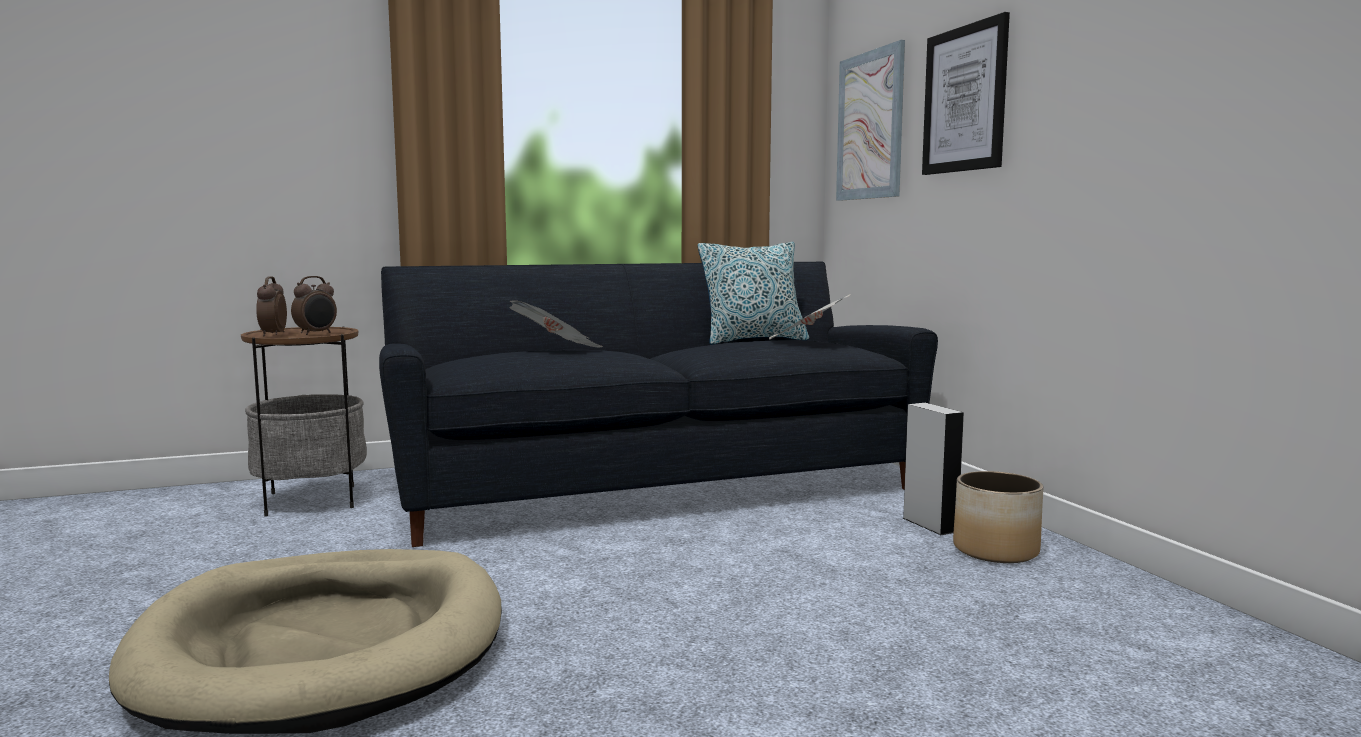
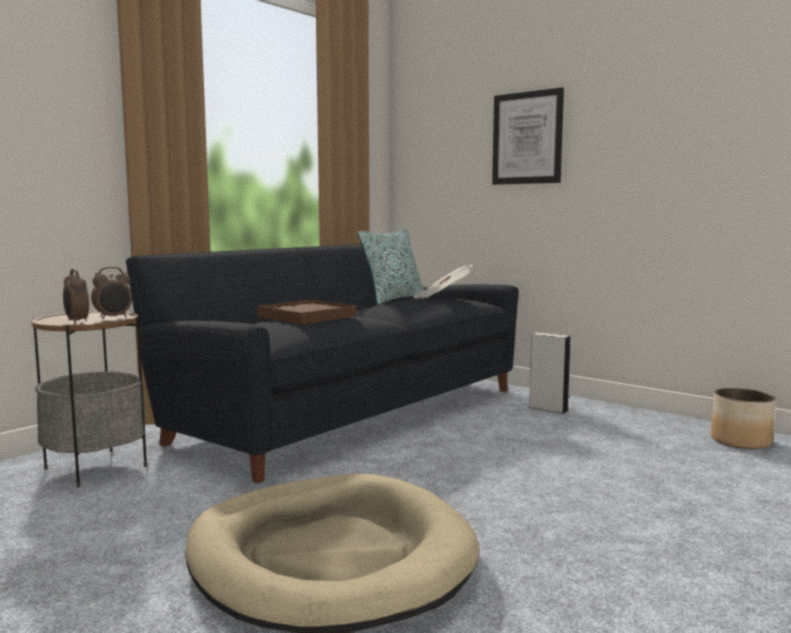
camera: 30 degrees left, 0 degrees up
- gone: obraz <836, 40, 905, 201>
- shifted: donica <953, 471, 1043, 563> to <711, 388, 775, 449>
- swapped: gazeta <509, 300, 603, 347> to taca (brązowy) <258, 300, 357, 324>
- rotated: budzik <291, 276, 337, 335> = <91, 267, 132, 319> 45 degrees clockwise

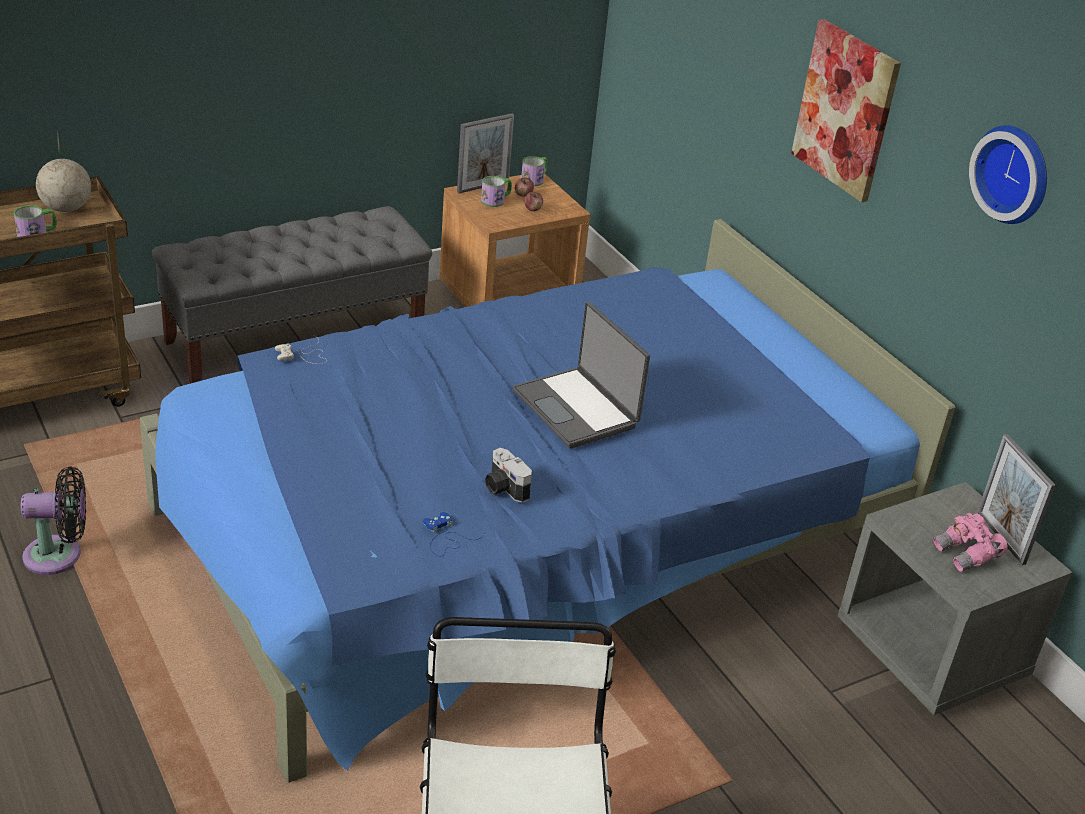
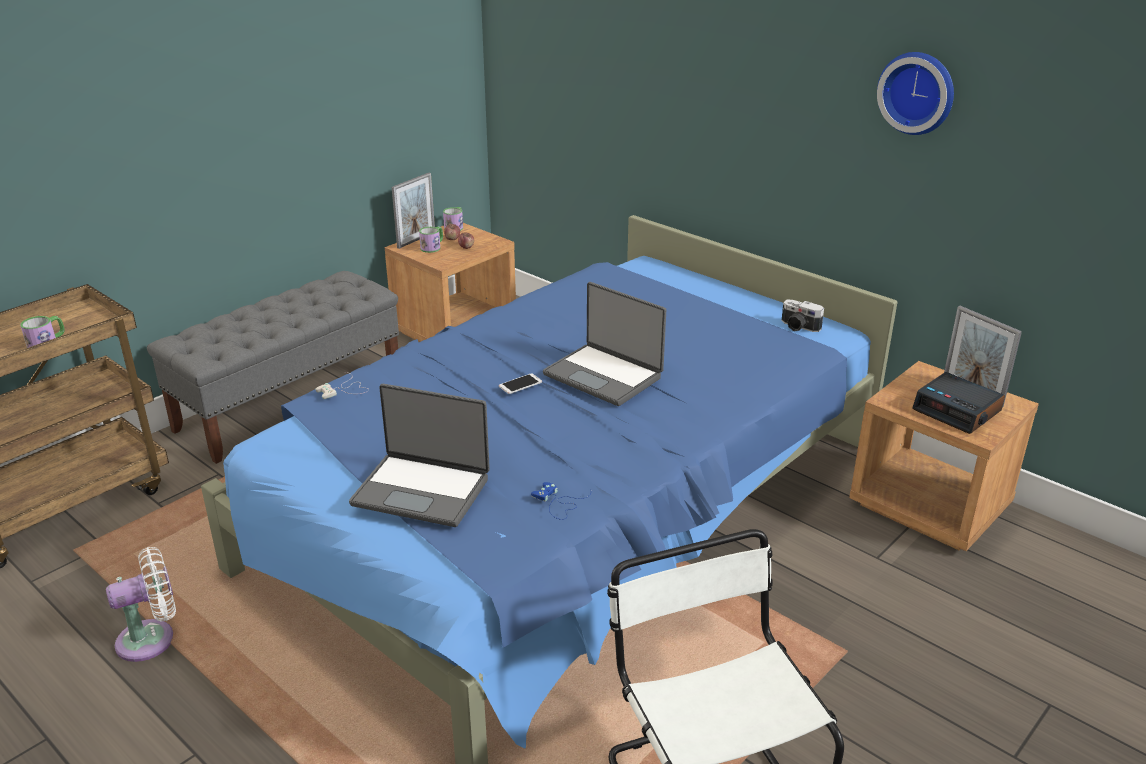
camera: 15 degrees left, 5 degrees down
- gone: globus <36, 129, 91, 212>
- gone: obraz <791, 19, 901, 203>
- new: laptop <349, 384, 490, 527>
- new: telefon <499, 373, 542, 394>
- shifted: aparat fotograficzny <485, 448, 532, 503> to <782, 300, 824, 332>
- swapped: lornetka (różowy) <933, 513, 1008, 572> to budzik <913, 372, 1005, 434>
- repainted: wentylator (czarny) <21, 466, 86, 575> to wentylator (biały) <106, 547, 176, 662>
- repainted: szafka nocna (szary) <838, 482, 1073, 715> to szafka nocna (brązowy) <849, 361, 1039, 551>

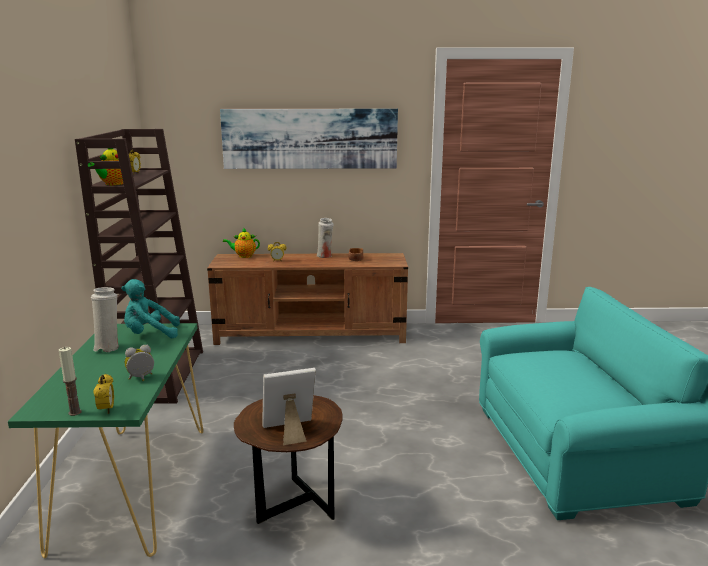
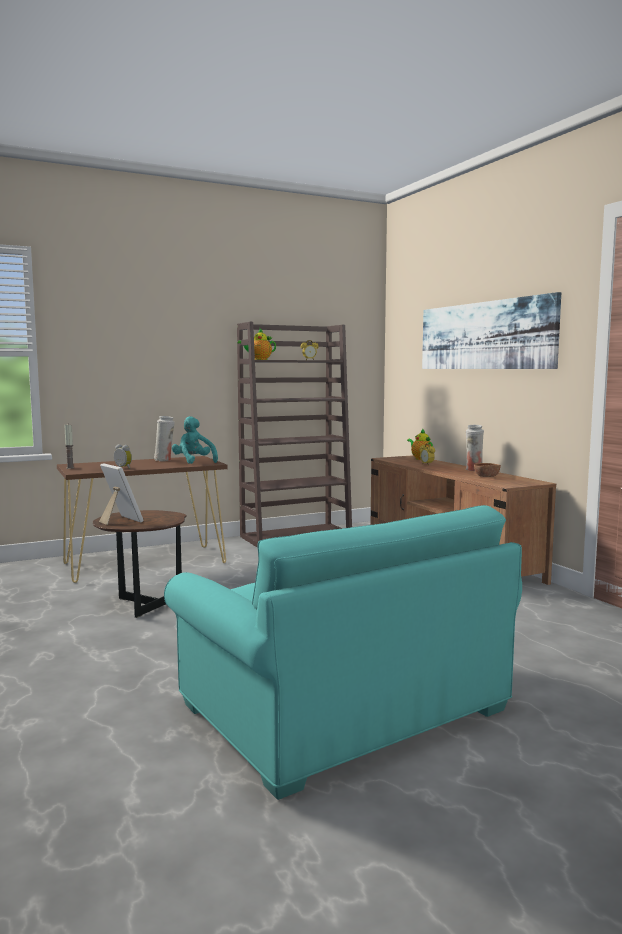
camera: 65 degrees right, 10 degrees down
- gone: budzik <93, 374, 114, 414>
- repainted: stolik konsolowy (zielony) <8, 323, 203, 559> to stolik konsolowy (brązowy) <57, 456, 228, 583>

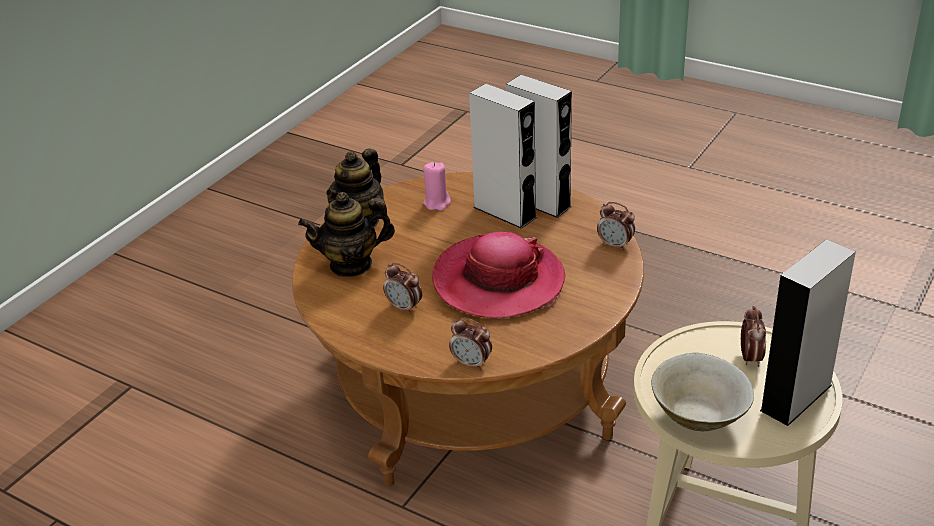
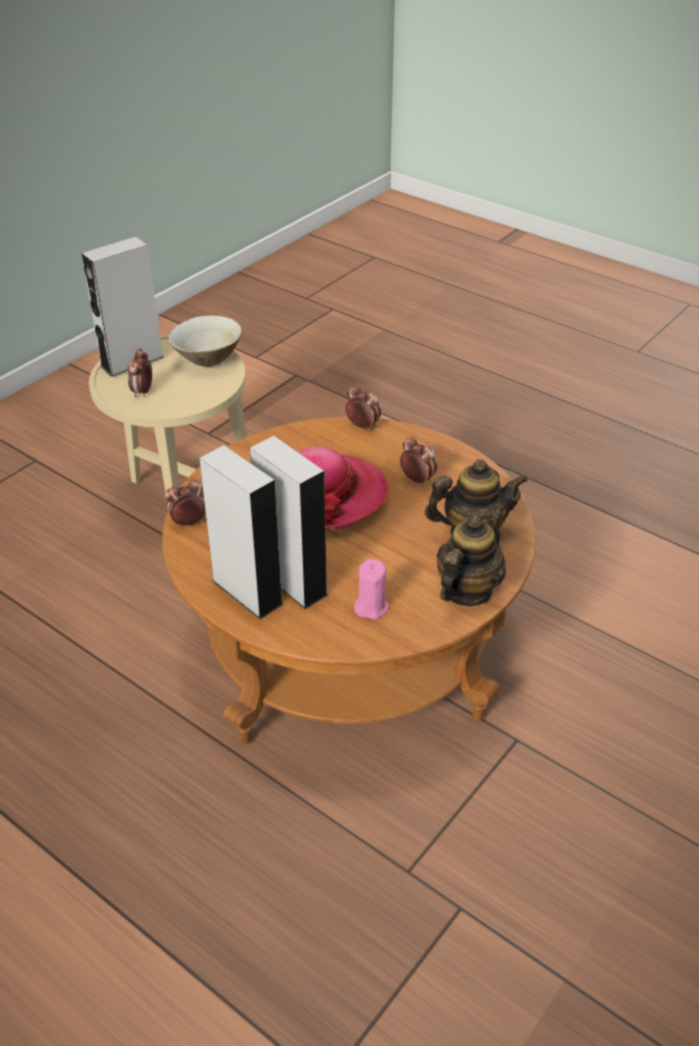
camera: 175 degrees left, 5 degrees up
- rotated: budzik <597, 202, 635, 251> = <165, 479, 206, 528> 60 degrees counterclockwise

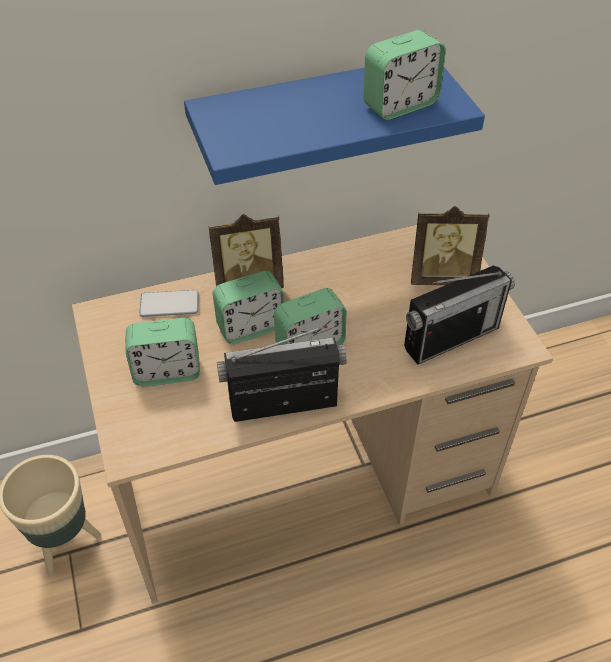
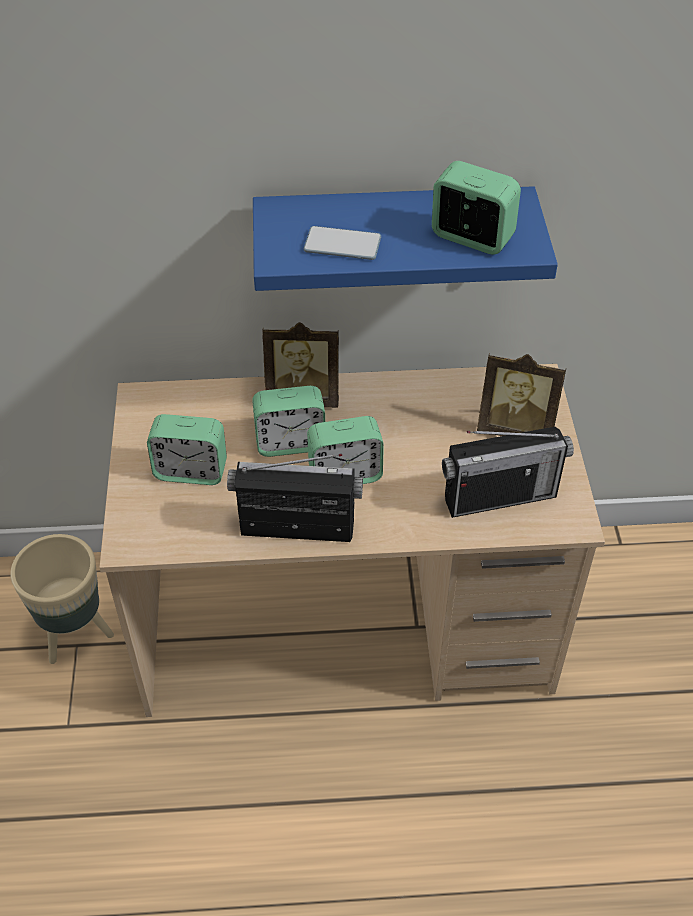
camera: 15 degrees right, 0 degrees up
- shifted: telefon <139, 290, 198, 317> to <304, 226, 381, 260>
- rotated: budzik <364, 30, 446, 120> = <432, 161, 521, 255> 135 degrees counterclockwise

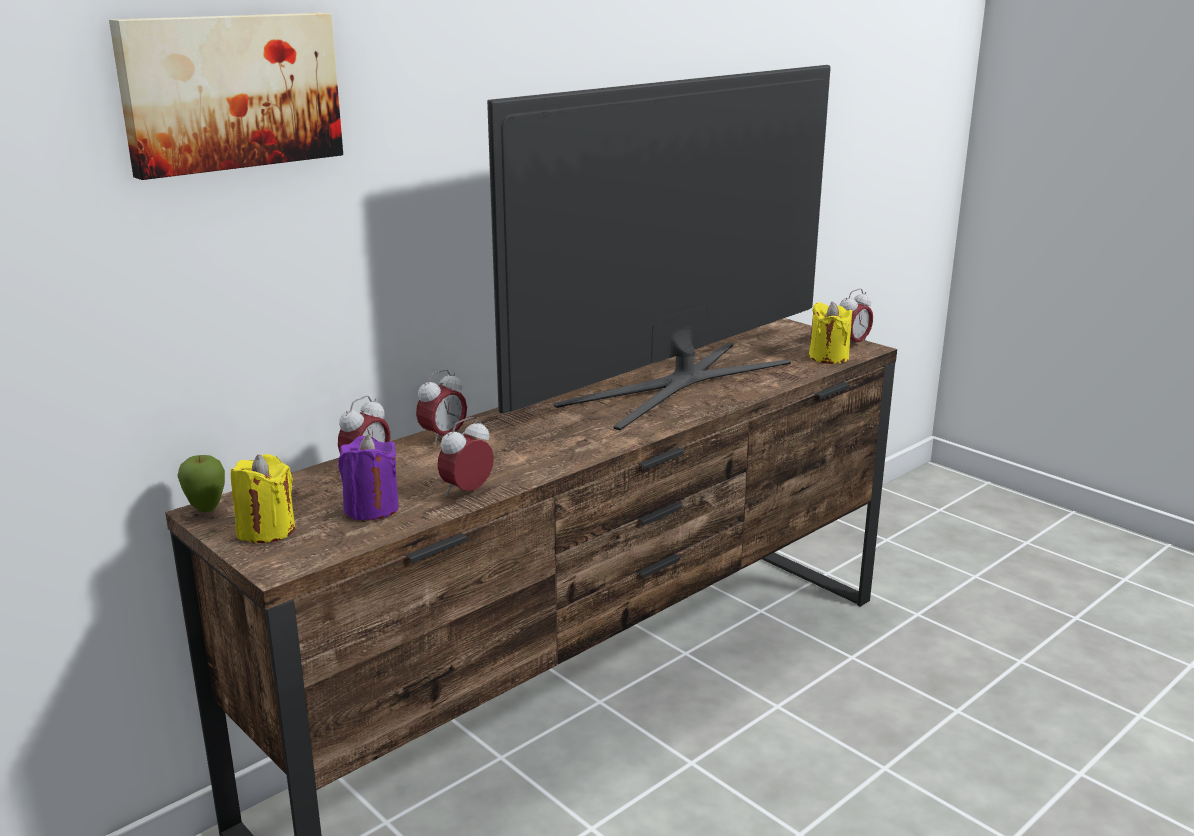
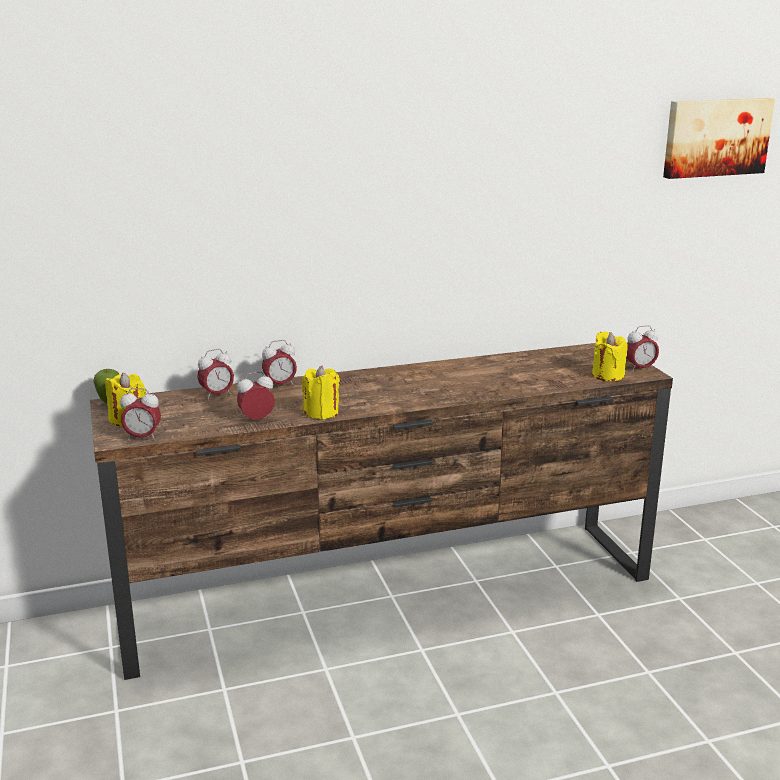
camera: 25 degrees right, 0 degrees up
- gone: świeca (fioletowy) <338, 435, 399, 520>
- gone: telewizor <487, 65, 831, 430>
- new: budzik <120, 388, 161, 441>
- new: świeca (żółty) <302, 365, 340, 419>
- shifted: obraz <109, 13, 343, 180> to <663, 98, 775, 179>

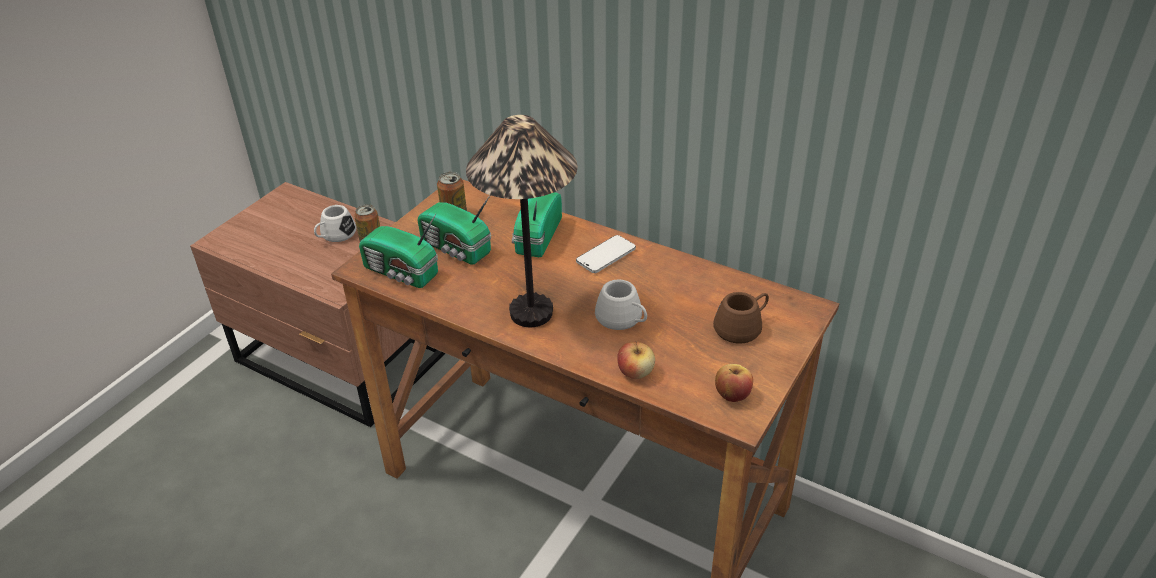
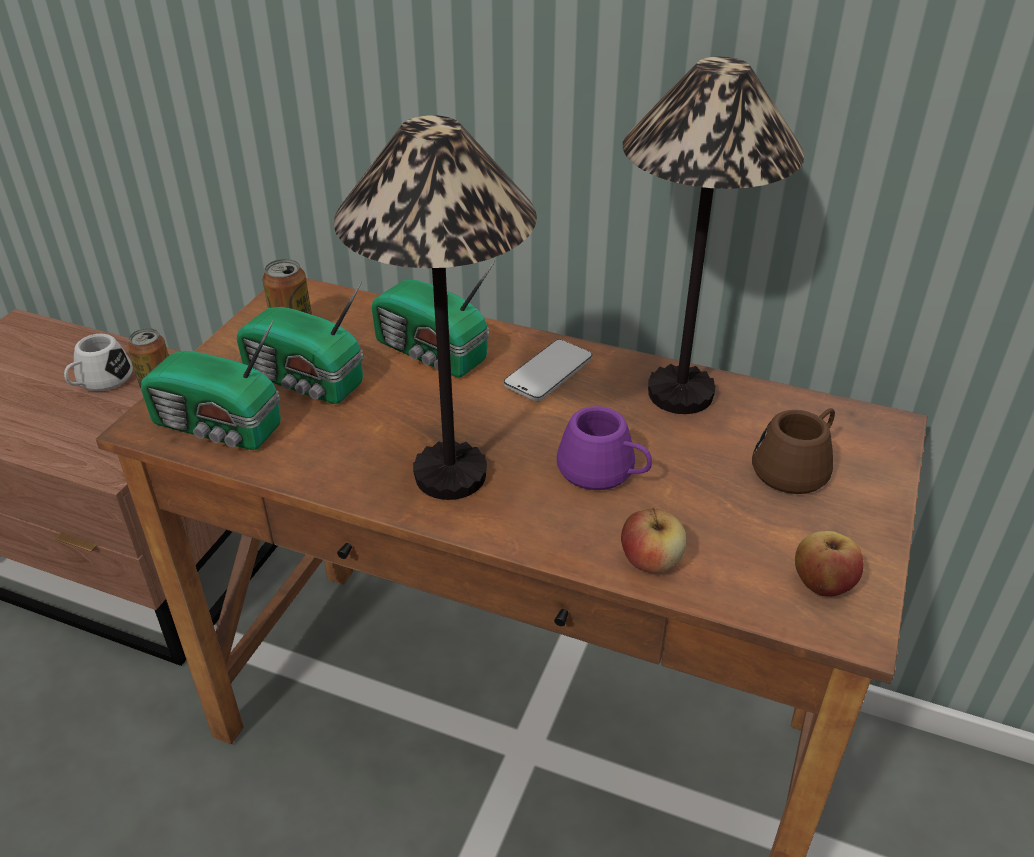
camera: 10 degrees left, 0 degrees up
- new: lampa stołowa <623, 57, 804, 414>
- repainted: kubek (biały) <595, 280, 647, 330> to kubek (fioletowy) <557, 406, 652, 490>
- rotated: radio <512, 192, 562, 257> = <371, 261, 495, 377> 60 degrees counterclockwise

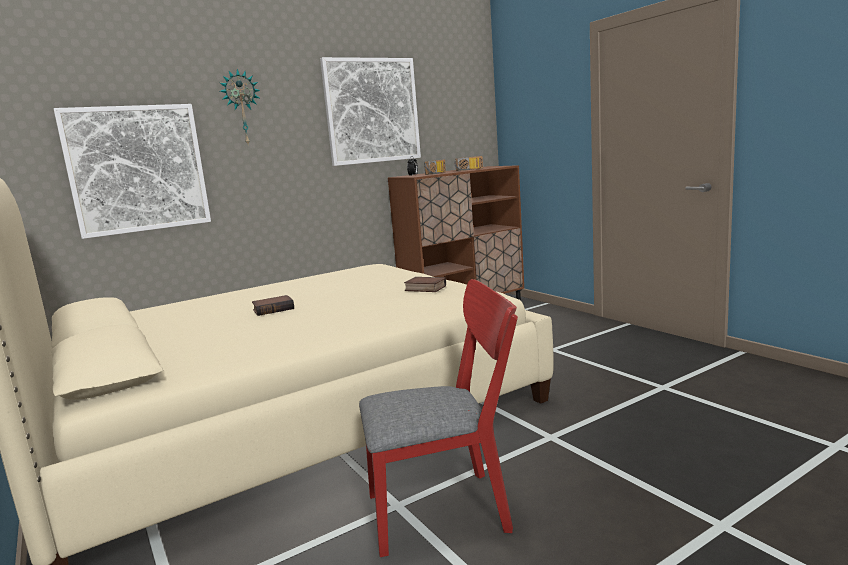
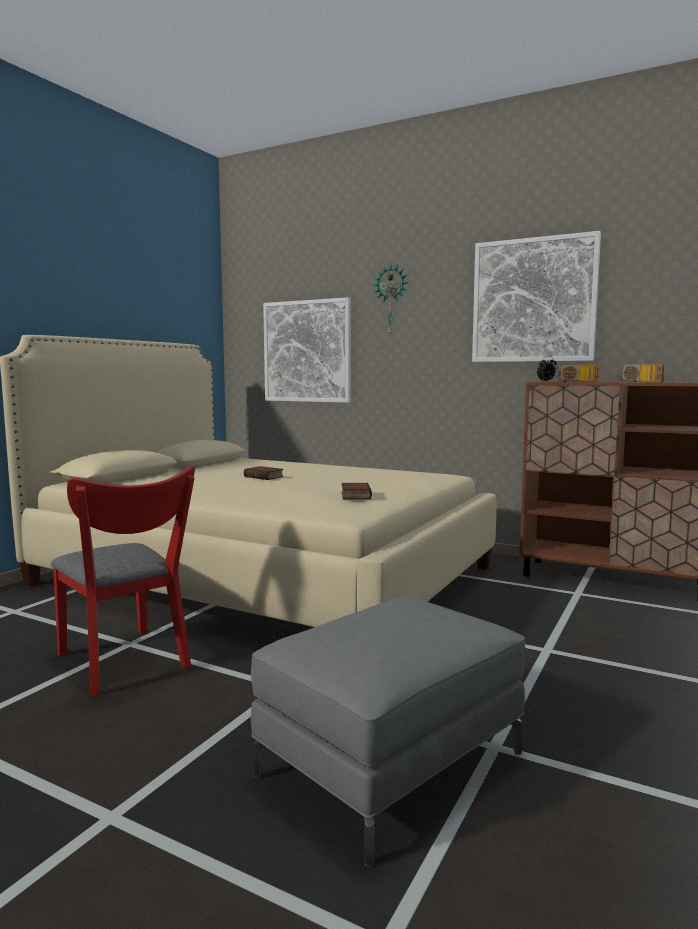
camera: 60 degrees right, 5 degrees down
- new: pufa (szary) <251, 597, 525, 867>

